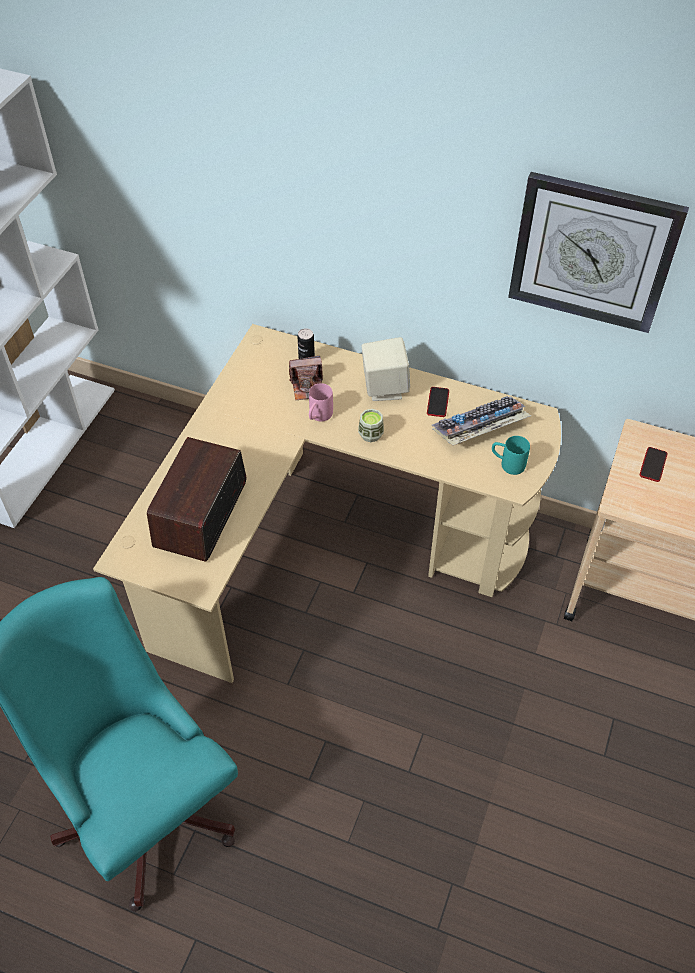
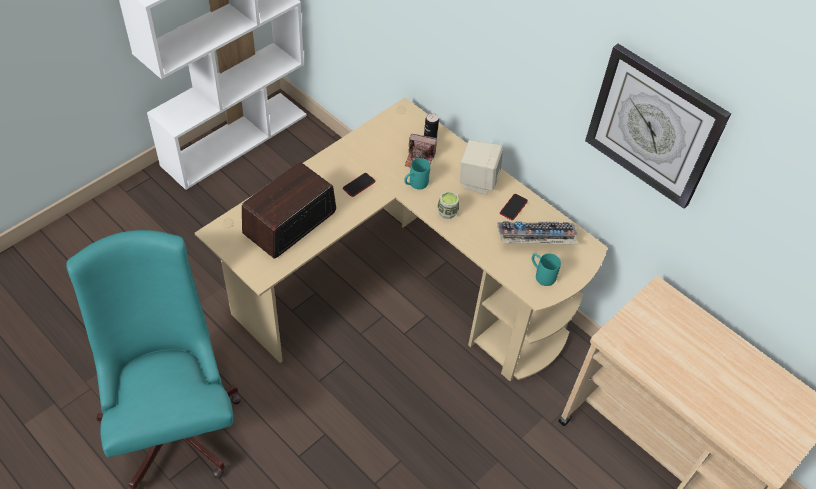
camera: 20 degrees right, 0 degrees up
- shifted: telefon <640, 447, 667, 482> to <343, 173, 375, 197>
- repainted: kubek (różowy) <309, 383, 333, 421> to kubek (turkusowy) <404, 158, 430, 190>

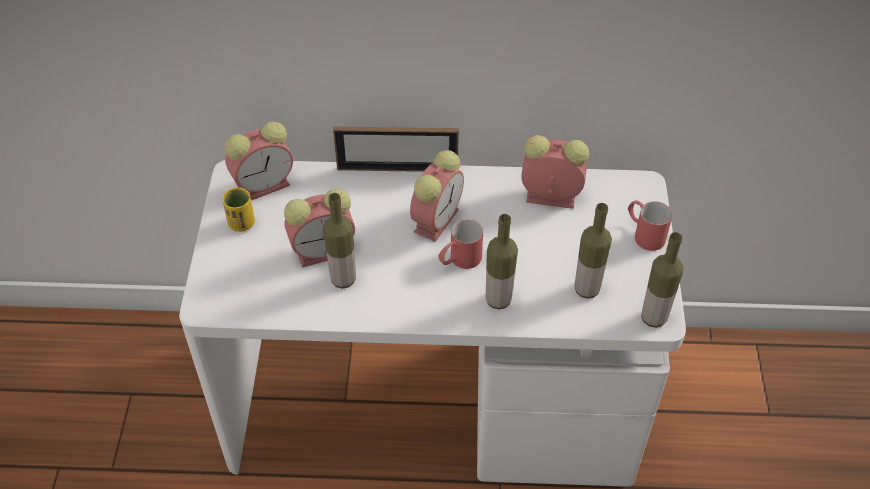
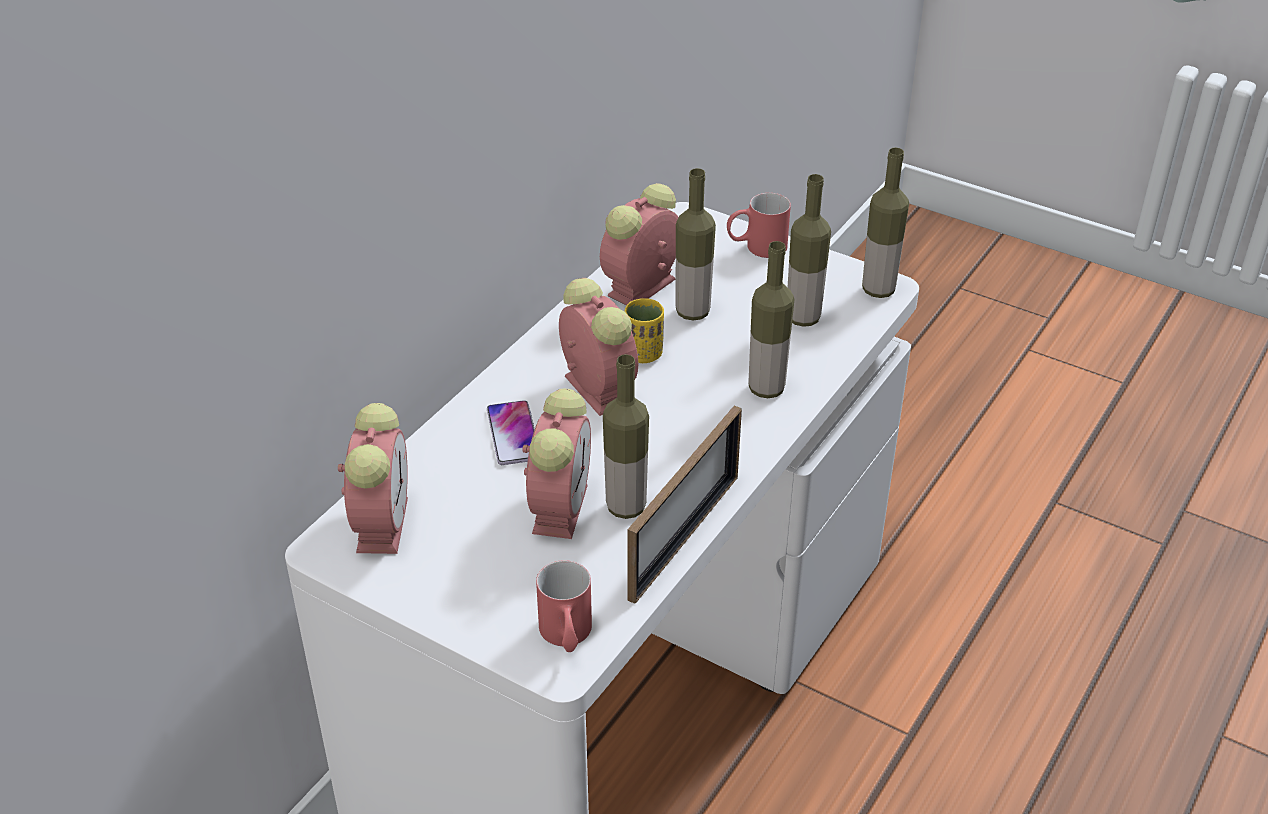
camera: 60 degrees left, 10 degrees down
- new: telefon <487, 400, 535, 465>
- new: butelka <676, 168, 716, 320>
- shifted: filiżanka (żółty) <222, 188, 255, 232> to <624, 298, 664, 363>
- shifted: ramka na zdjęcie <333, 127, 459, 172> to <627, 405, 742, 604>
- shifted: kubek (czerwony) <438, 219, 483, 269> to <536, 560, 592, 652>

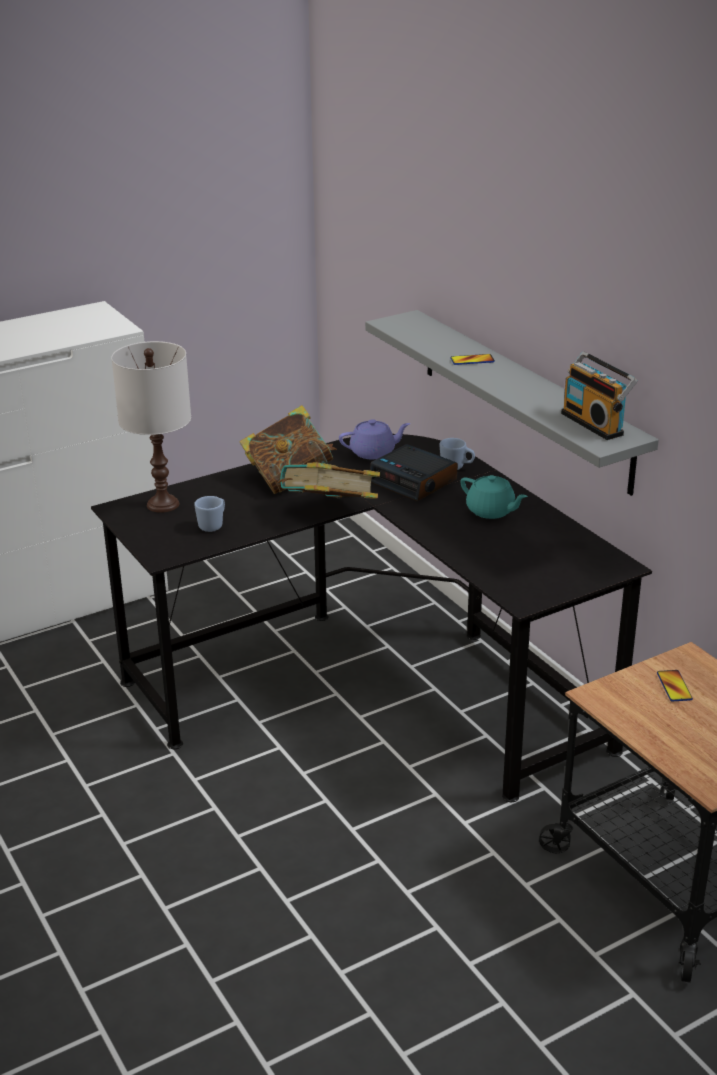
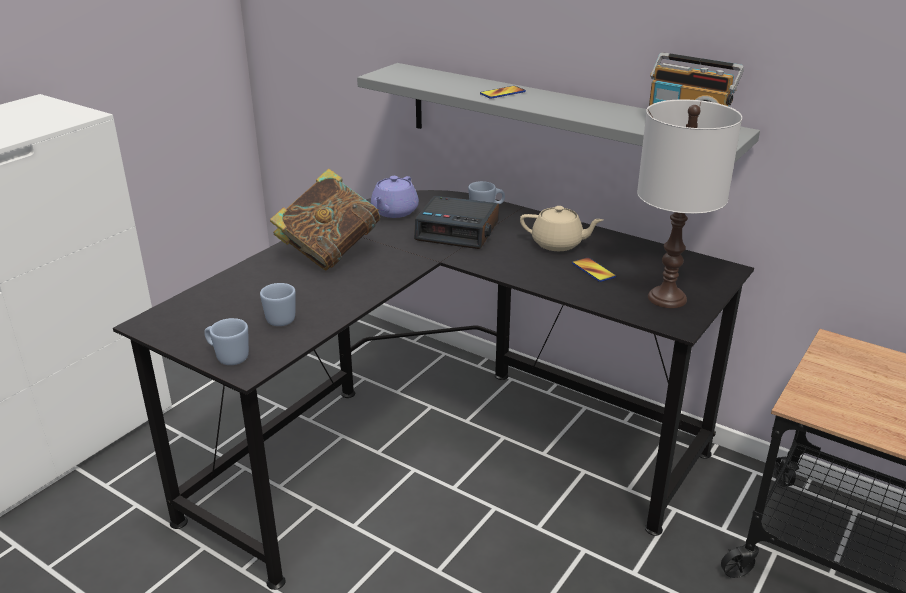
camera: 25 degrees left, 0 degrees up
- gone: książka <278, 463, 380, 498>
- new: kubek (niebieski) <204, 318, 249, 365>
- shifted: lampa stołowa (biały) <111, 341, 191, 513> to <637, 99, 742, 308>
- shifted: telefon <657, 670, 693, 702> to <572, 257, 616, 282>
- repainted: imbryk (turkusowy) <460, 475, 527, 519> to imbryk (beżowy) <520, 206, 603, 251>
- rotated: imbryk (fioletowy) <339, 419, 410, 459> = <371, 176, 419, 218> 150 degrees clockwise

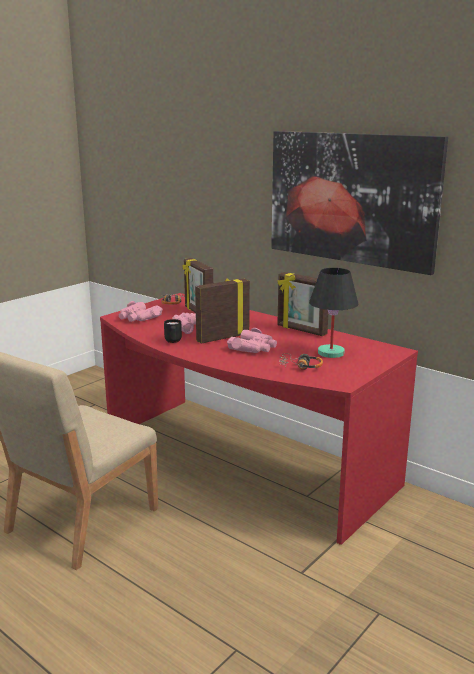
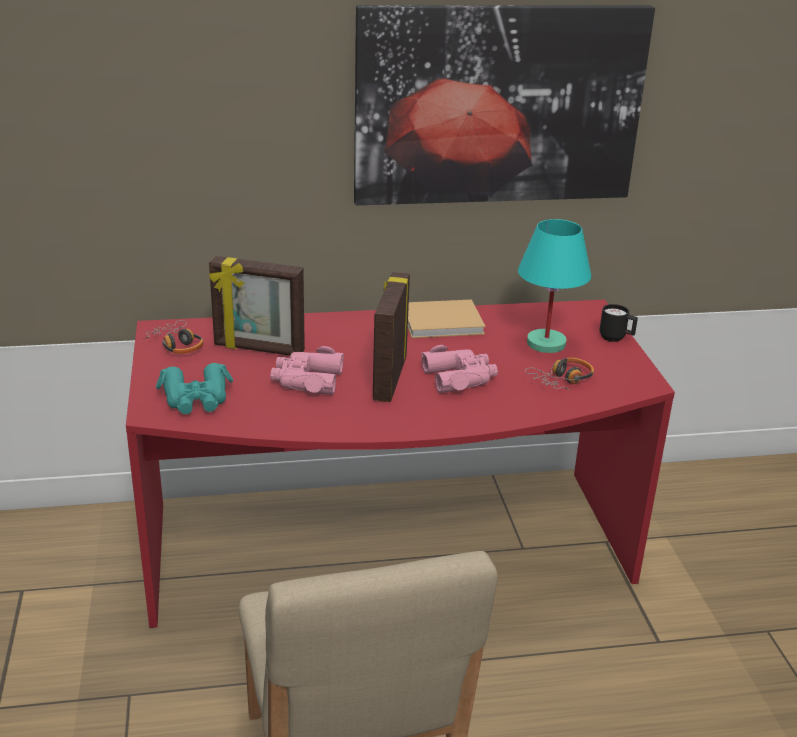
camera: 50 degrees left, 10 degrees up
- shifted: kubek (czarny) <164, 319, 182, 343> to <599, 304, 638, 342>
- swapped: ramka na zdjęcie <277, 272, 328, 336> to książka (beżowy) <408, 299, 486, 338>
- repainted: lornetka (różowy) <119, 301, 162, 322> to lornetka (turkusowy) <156, 363, 233, 414>
- repainted: lampa stołowa (czarny) <309, 268, 358, 358> to lampa stołowa (turkusowy) <518, 219, 591, 353>

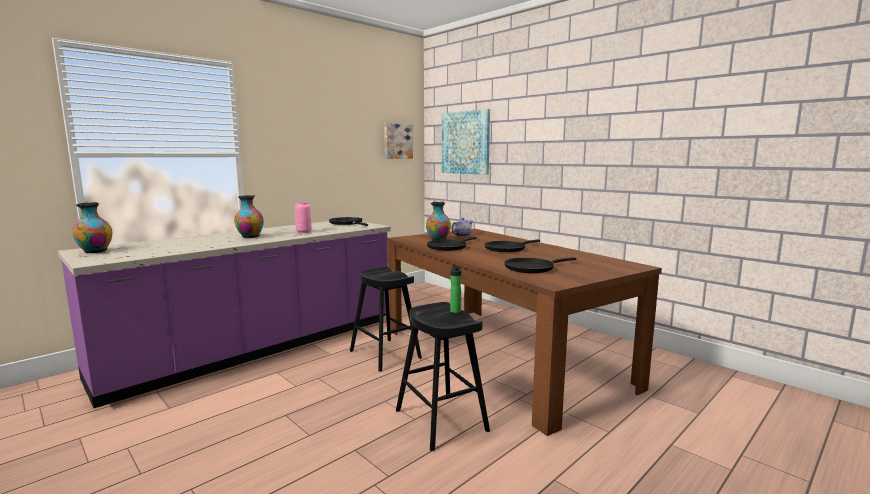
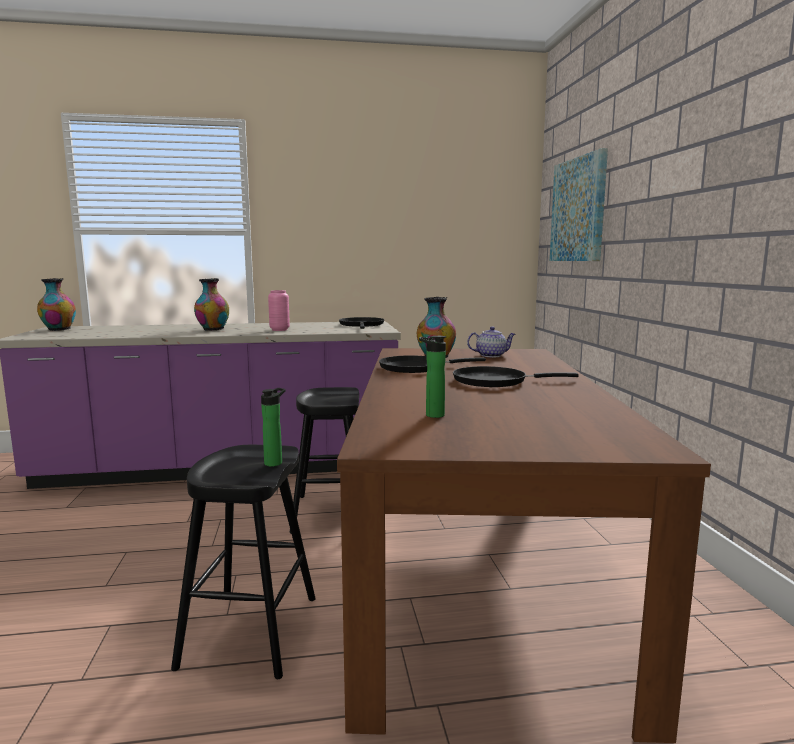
camera: 35 degrees right, 0 degrees up
- gone: obraz <384, 123, 413, 159>
- swapped: patelnia (czarny) <504, 257, 576, 273> to butelka <419, 336, 447, 418>

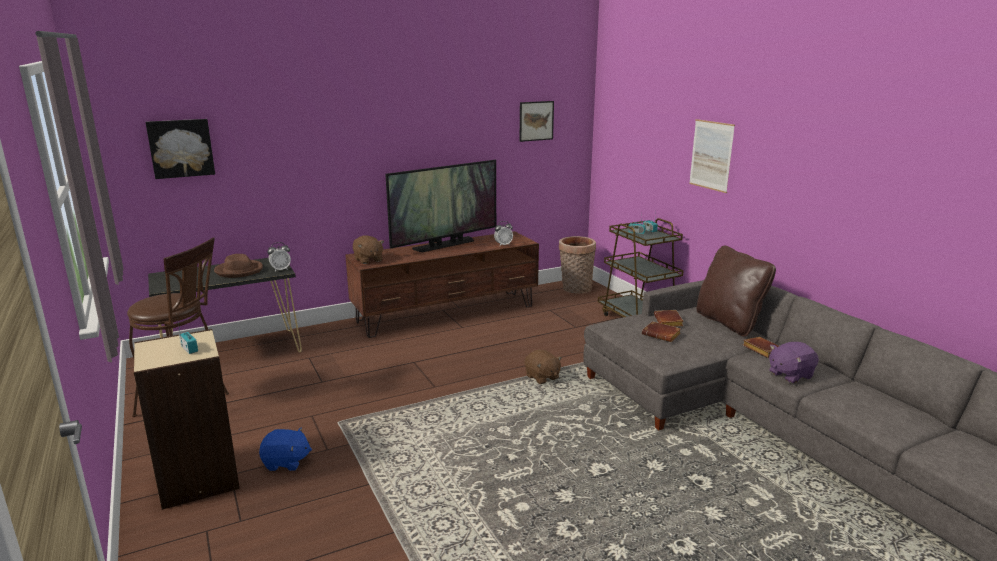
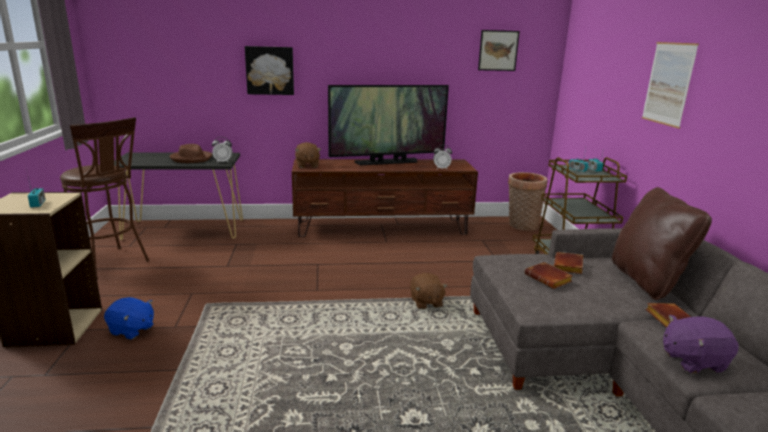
camera: 20 degrees right, 0 degrees up
- shifted: obraz <146, 119, 215, 179> to <245, 46, 294, 95>

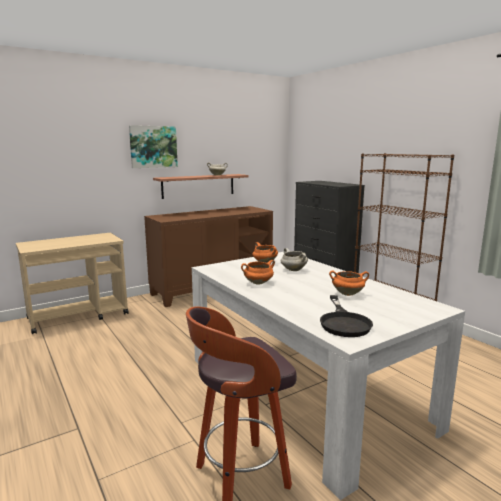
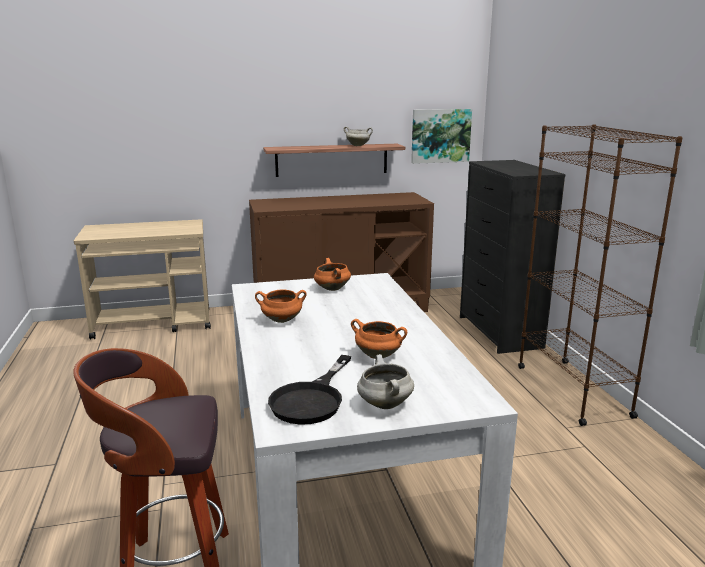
camera: 20 degrees right, 5 degrees up
- shifted: obraz <129, 125, 178, 168> to <411, 109, 472, 164>
- shifted: garnek (biały) <281, 248, 308, 271> to <357, 354, 414, 409>

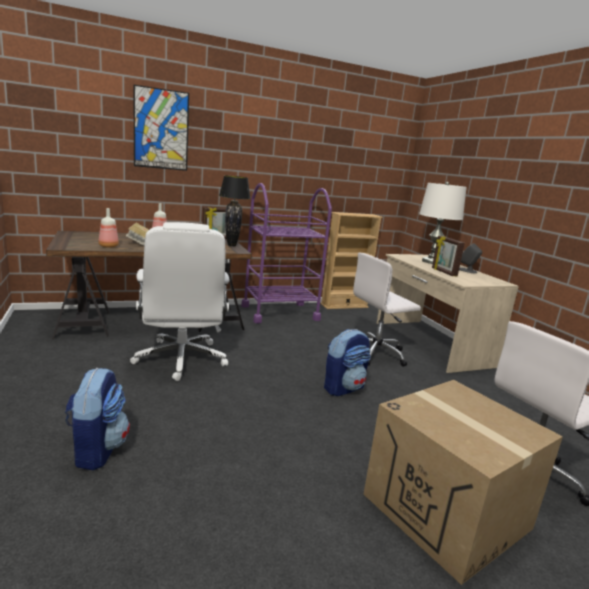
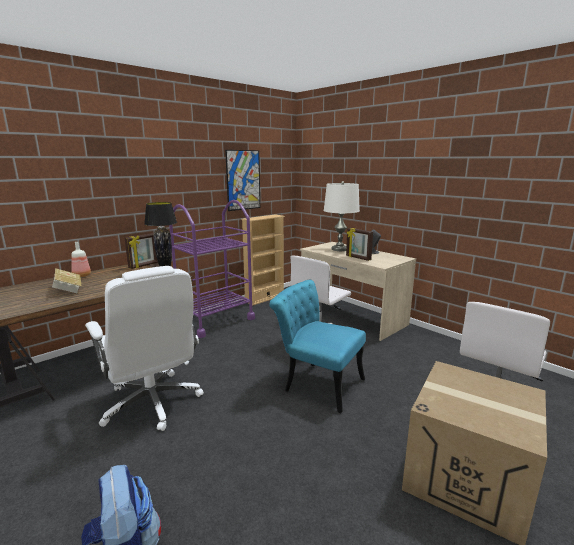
camera: 20 degrees left, 0 degrees up
- gone: butelka <99, 208, 119, 248>
- shifted: obraz <133, 85, 189, 171> to <225, 150, 260, 211>
- swapped: plecak <324, 329, 371, 396> to krzesło (turkusowy) <269, 280, 366, 413>

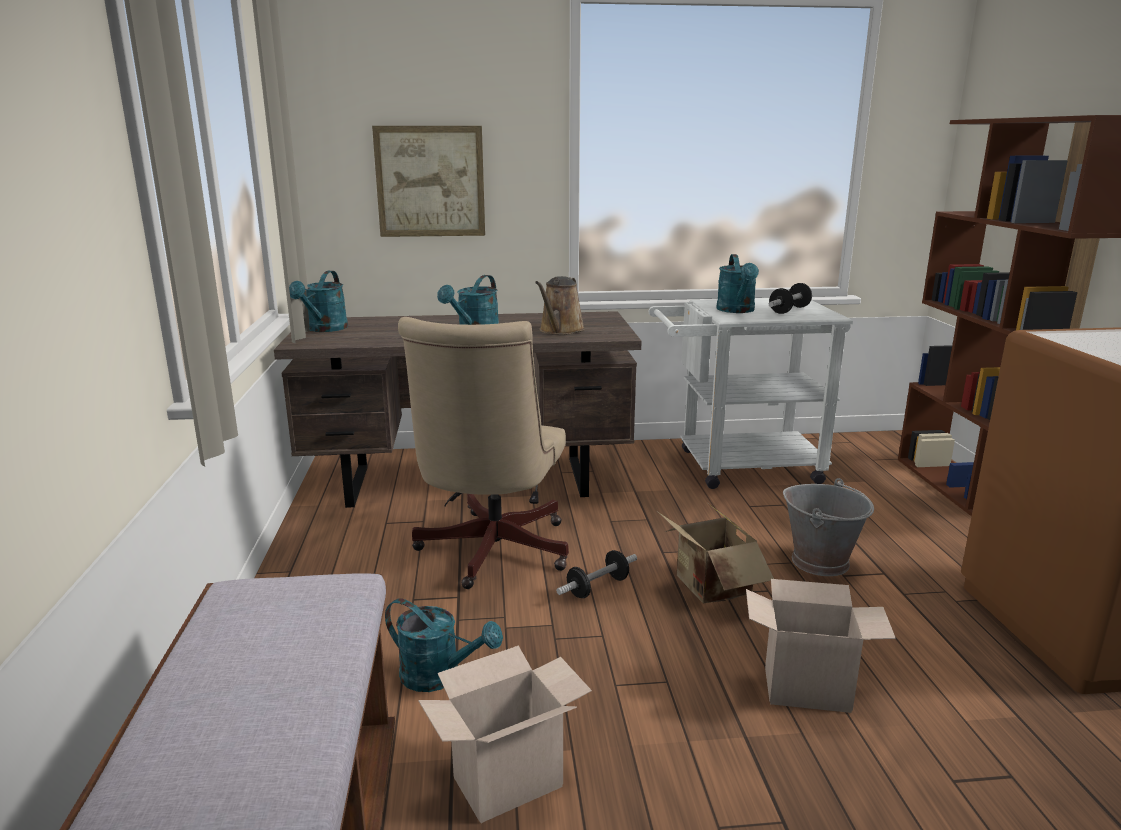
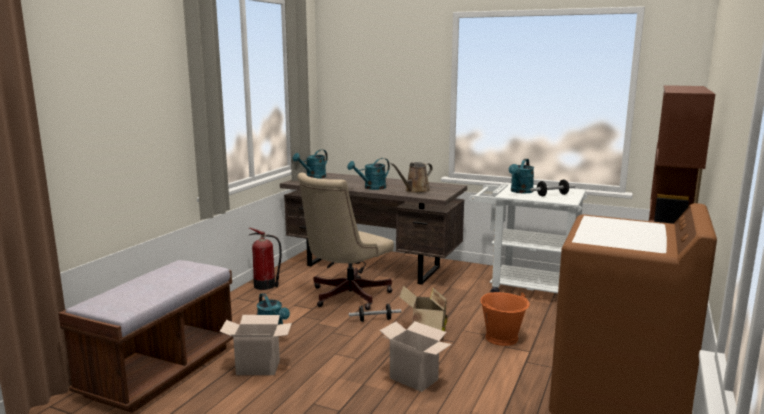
camera: 30 degrees right, 5 degrees down
- gone: obraz <372, 126, 485, 237>
- new: gaśnica <249, 227, 282, 290>
- repainted: wiadro (szary) <783, 478, 874, 576> to wiadro (pomarańczowy) <480, 292, 530, 346>

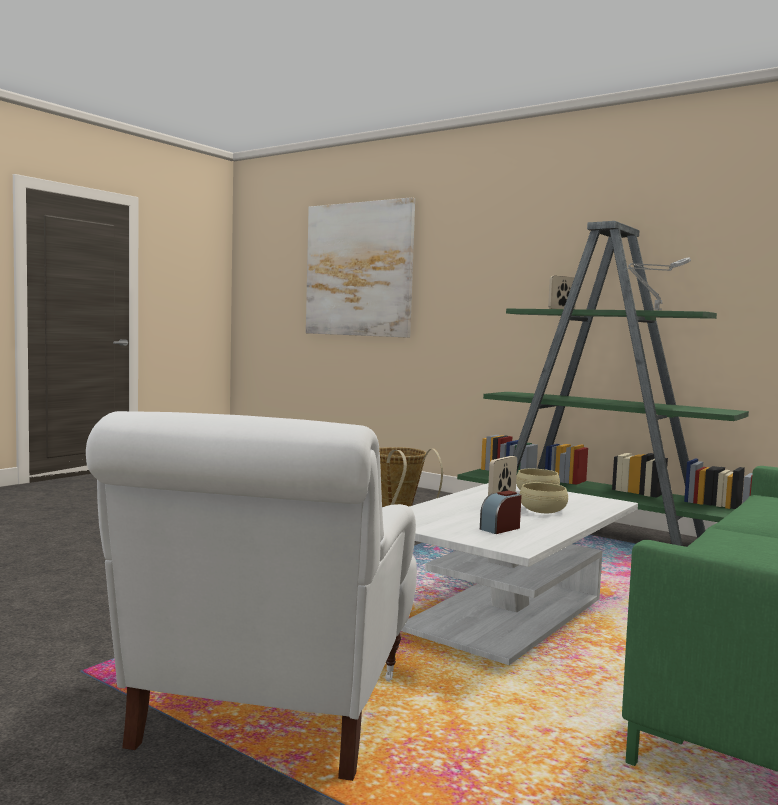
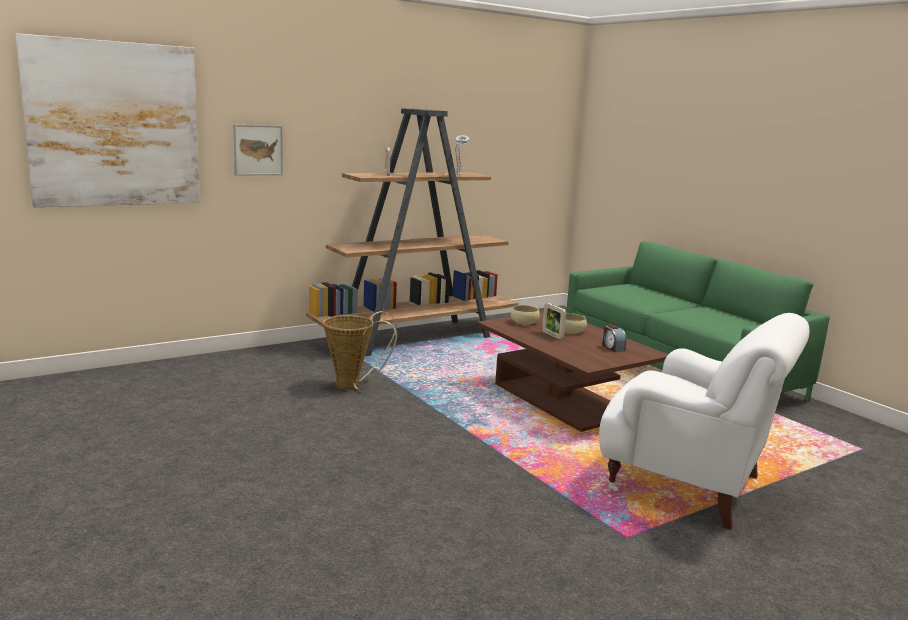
camera: 70 degrees left, 10 degrees up
- new: obraz <233, 124, 283, 176>
- repainted: ława (biały) <401, 483, 638, 665> to ława (brązowy) <477, 312, 668, 432>
- repainted: regał (zielony) <457, 221, 752, 546> to regał (brązowy) <306, 108, 519, 356>

